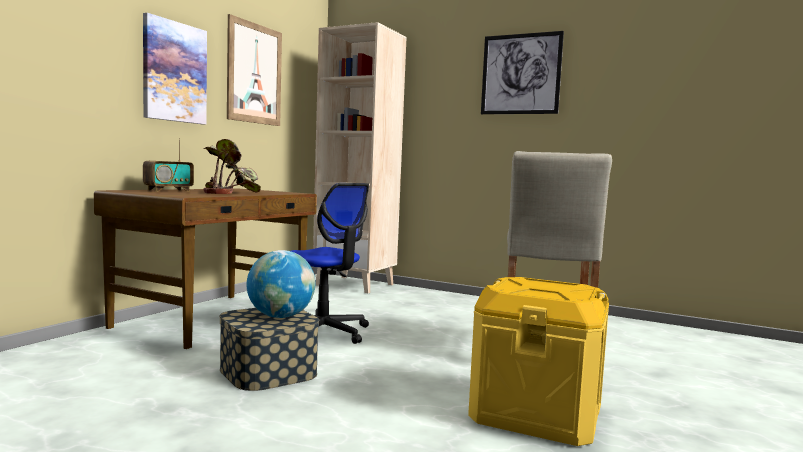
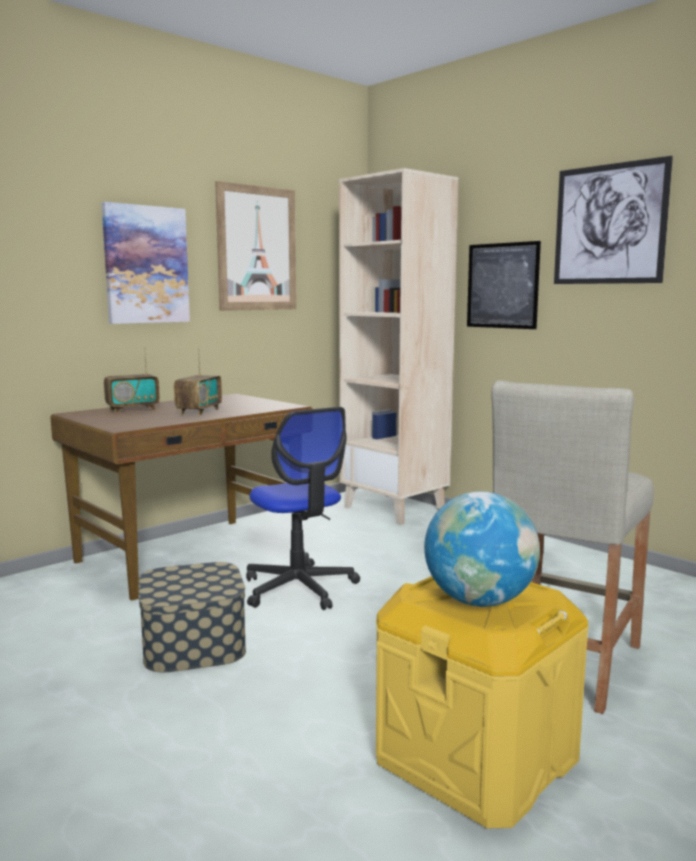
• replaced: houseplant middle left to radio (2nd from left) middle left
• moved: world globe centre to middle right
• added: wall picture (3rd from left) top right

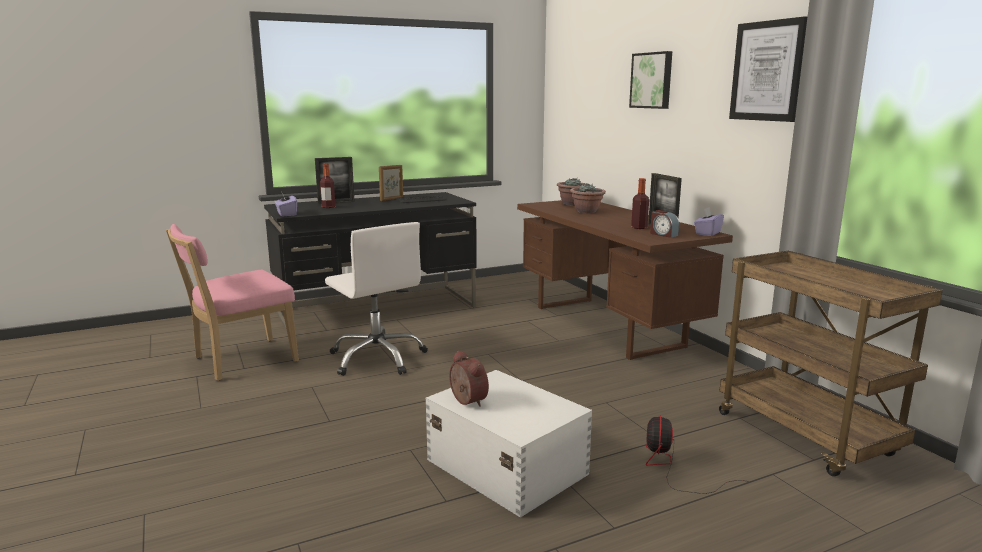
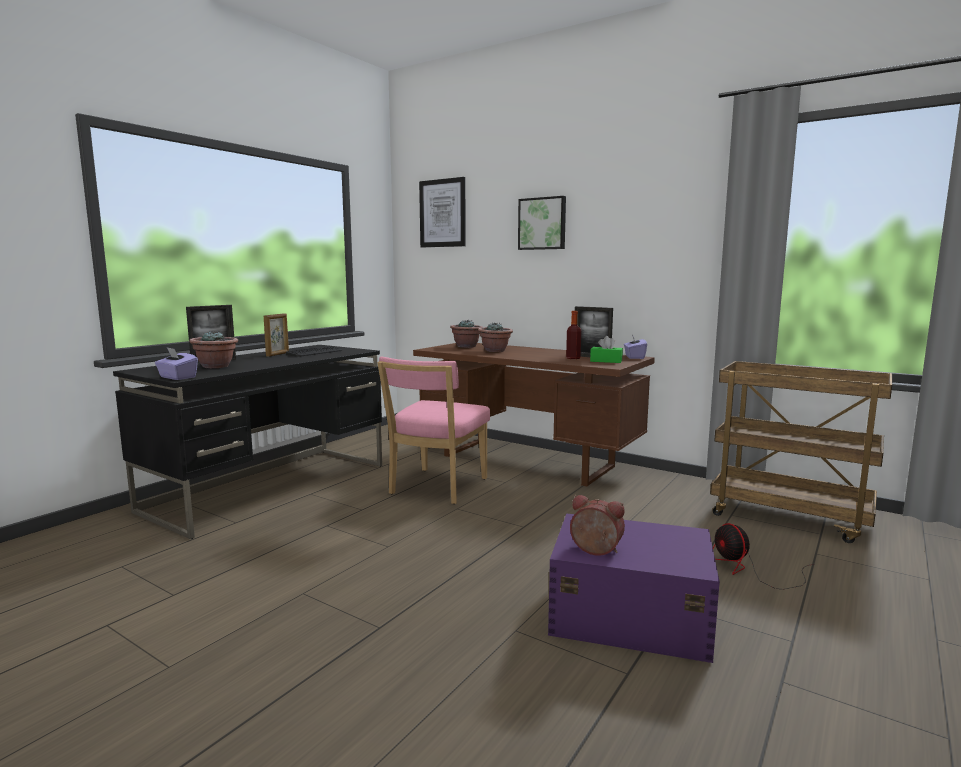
• moved: wall picture (2nd from left in the first image) top right to wall picture (1st from left) top centre
• replaced: drink bottle (1st from left) middle left to houseplant (1st from left) middle left
• replaced: bedside clock (2nd from left) middle right to green-coloured box of tissues centre
• removed: white computer chair centre
• moved: pink-coloured upright chair middle left to centre
• recoloured: white storage box bottom centre to purplish storage box bottom centre

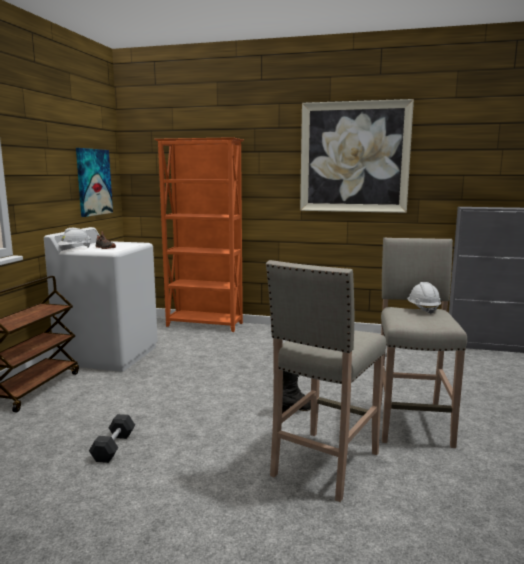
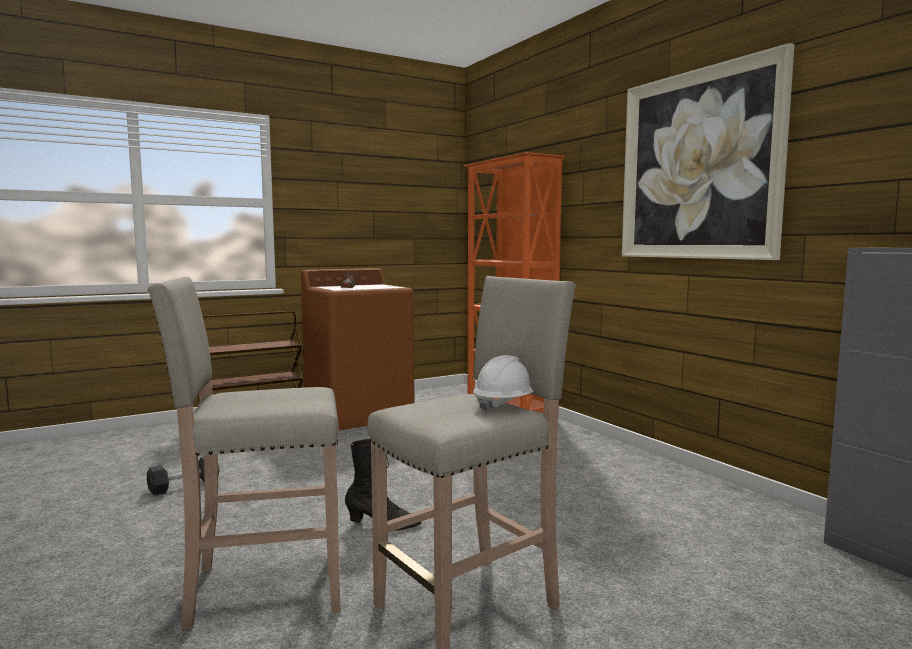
• removed: wall picture (1st from left) top left
• recoloured: white laundry appliance middle left to brown laundry appliance centre
• removed: white safety helmet (1st from left) middle left

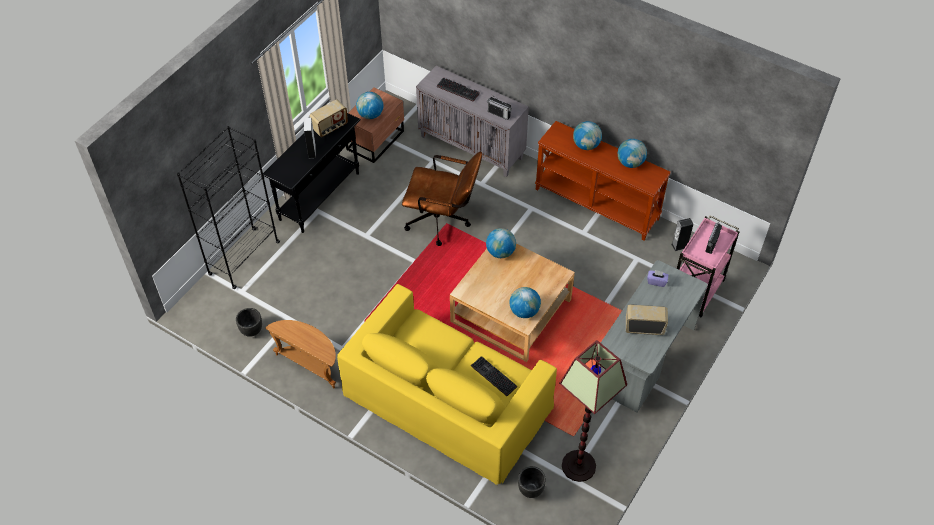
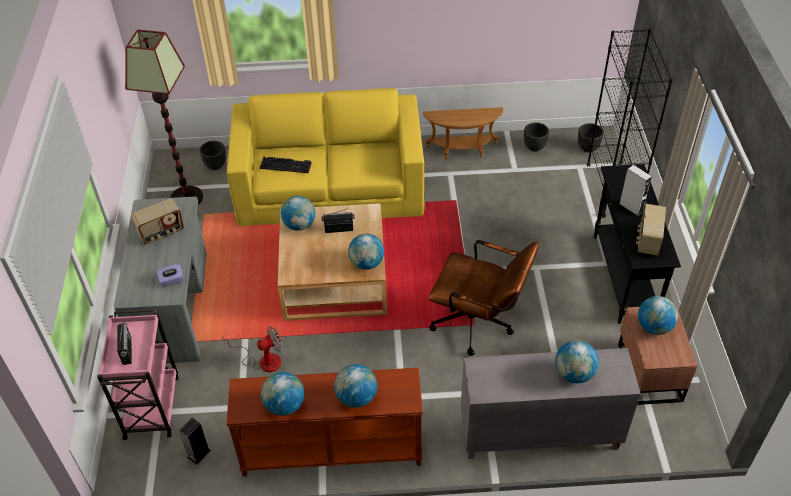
• replaced: keyboard (1st from left) top centre to world globe (5th from left) bottom right
• moved: radio (2nd from left in the first image) top centre to radio (3rd from left) centre
• turned: brown computer chair centre = centre 135 degrees counterclockwise
• added: black flower pot (3rd from left) top right
• added: cooling fan bottom left

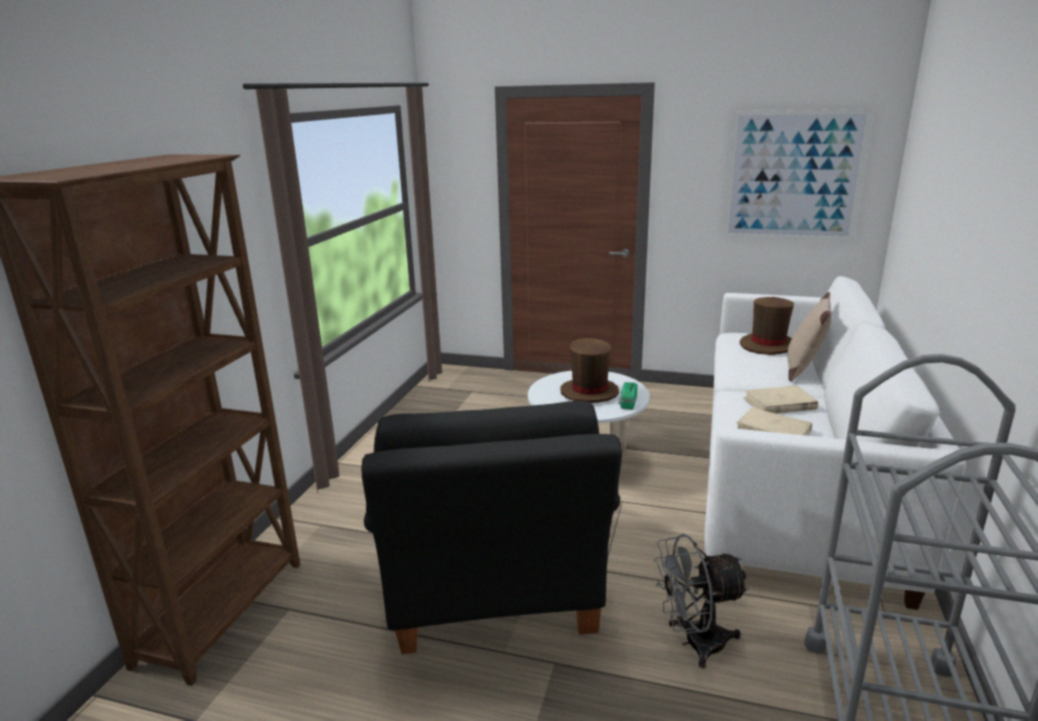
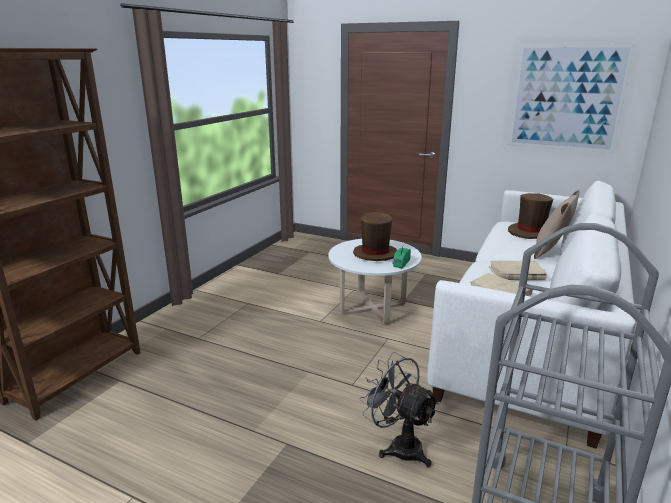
• removed: black armchair bottom centre
• turned: gray cooling fan bottom right = bottom centre 45 degrees clockwise

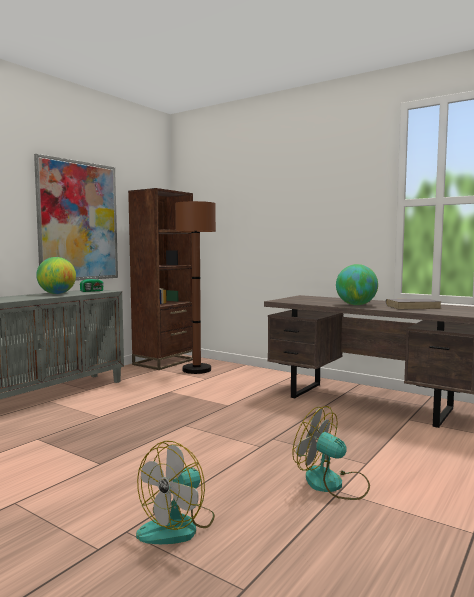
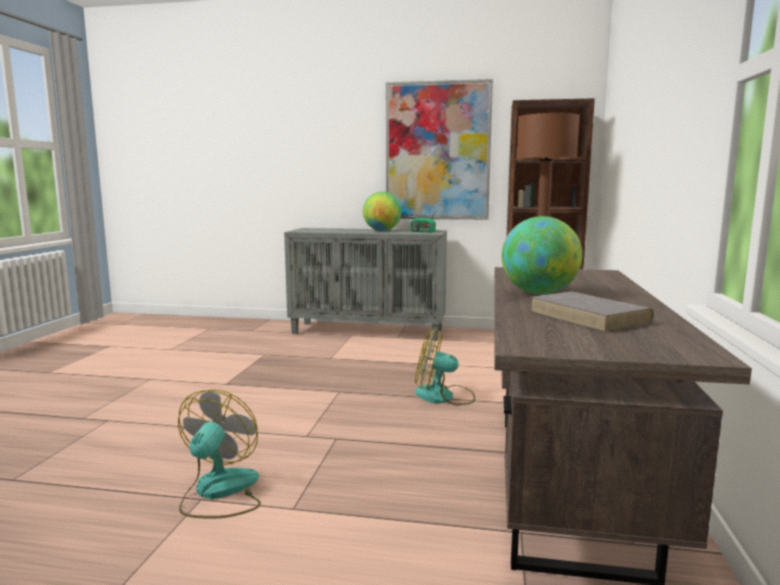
• moved: cooling fan (1st from left in the first image) bottom centre to cooling fan (2nd from left) centre

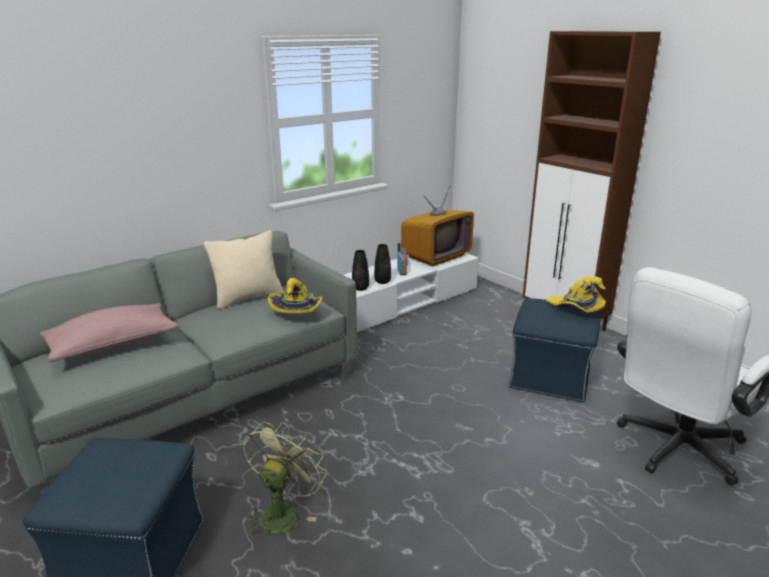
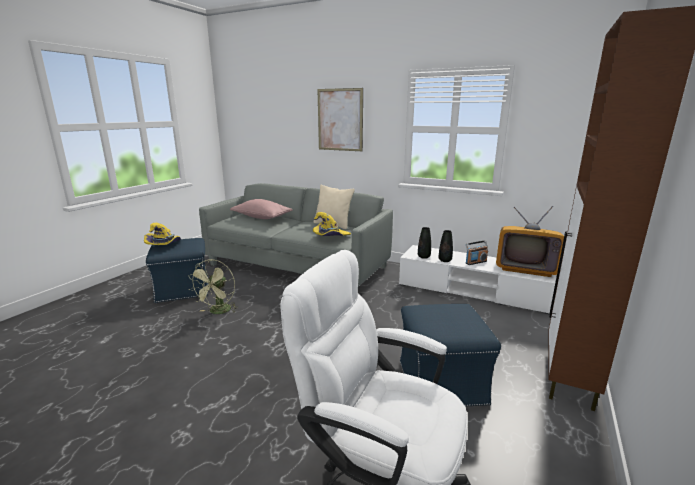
• moved: yellow hat (2nd from left in the first image) middle right to yellow hat (1st from left) middle left
• turned: green-coloured cooling fan bottom centre = middle left 105 degrees clockwise
• added: wall picture top centre

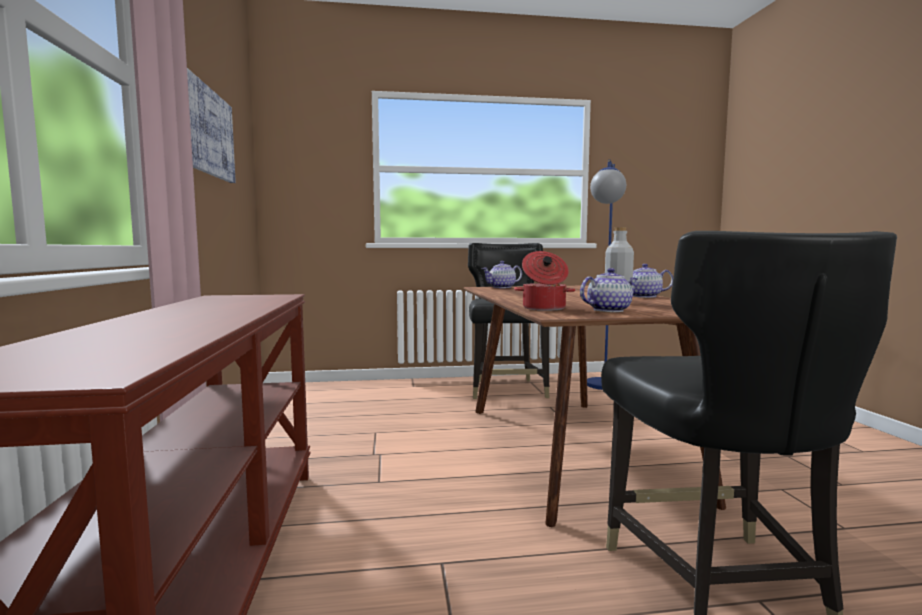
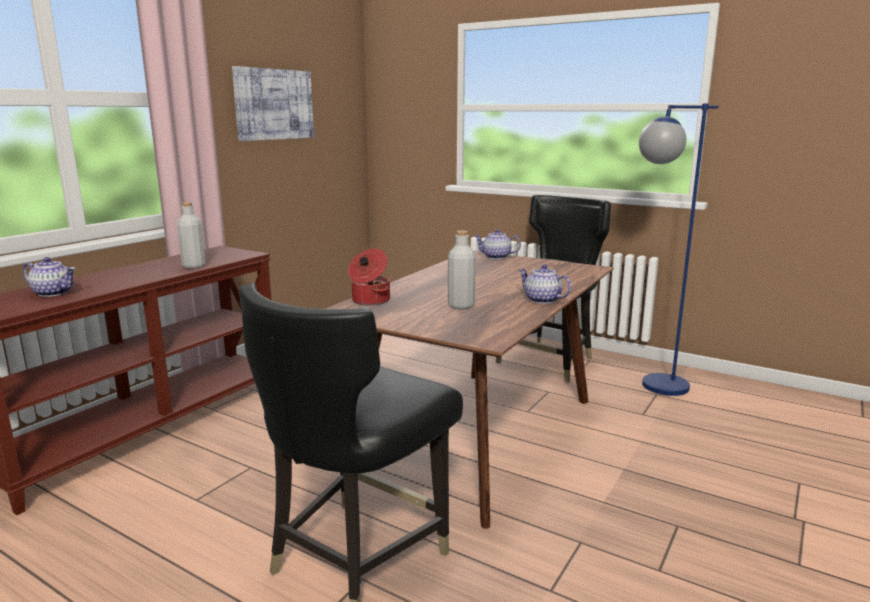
• moved: tea pot (2nd from left in the first image) centre to tea pot (1st from left) middle left
• added: gray drink bottle (1st from left) middle left

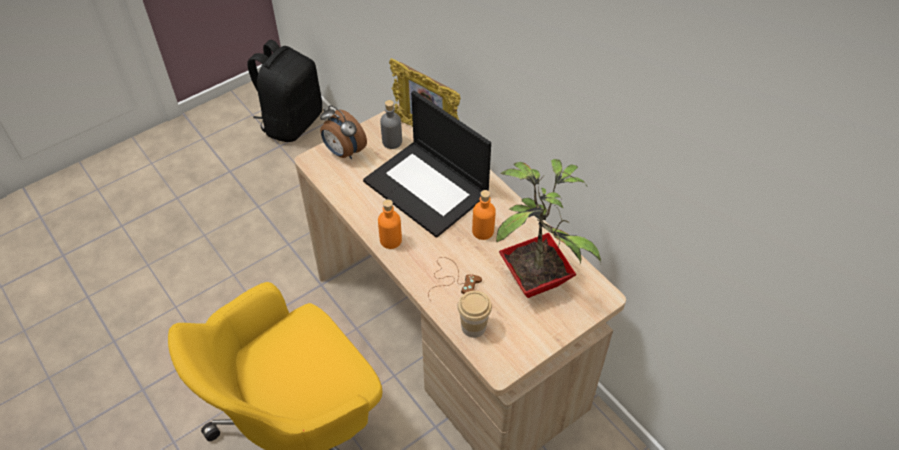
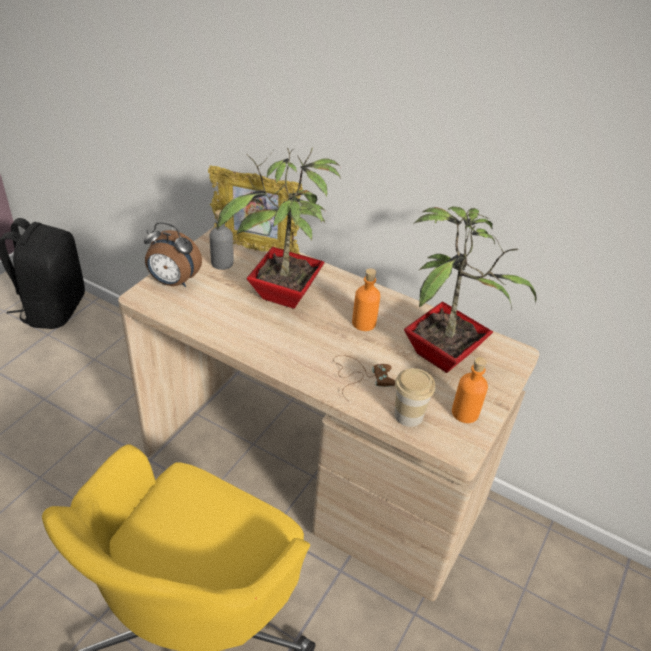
• replaced: portable computer centre to houseplant (1st from left) centre
• moved: orange drink bottle (1st from left in the first image) centre to orange drink bottle (2nd from left) middle right

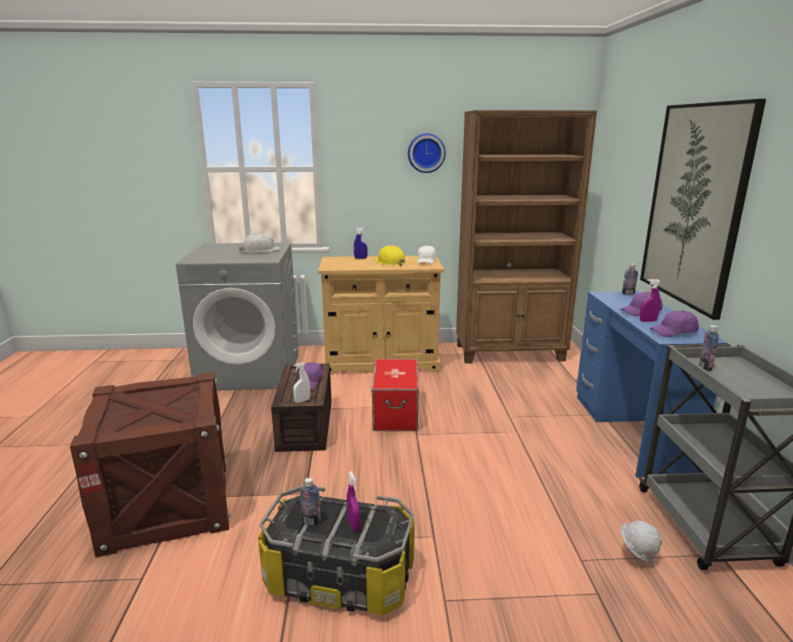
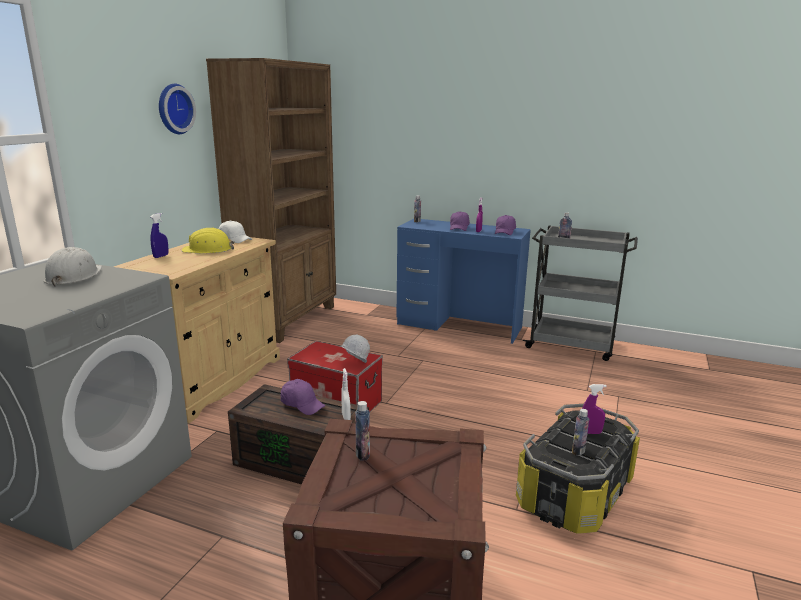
• removed: wall picture top right
• moved: white safety helmet (2nd from left) bottom right to centre
• added: drink bottle (1st from left) bottom centre

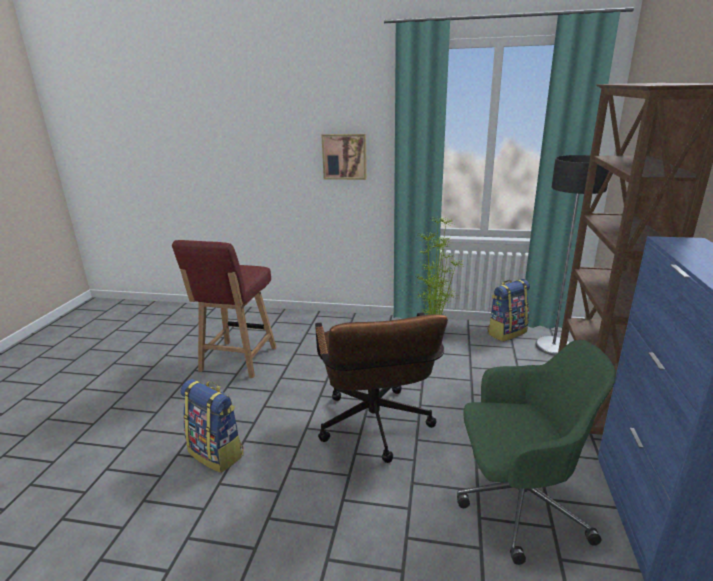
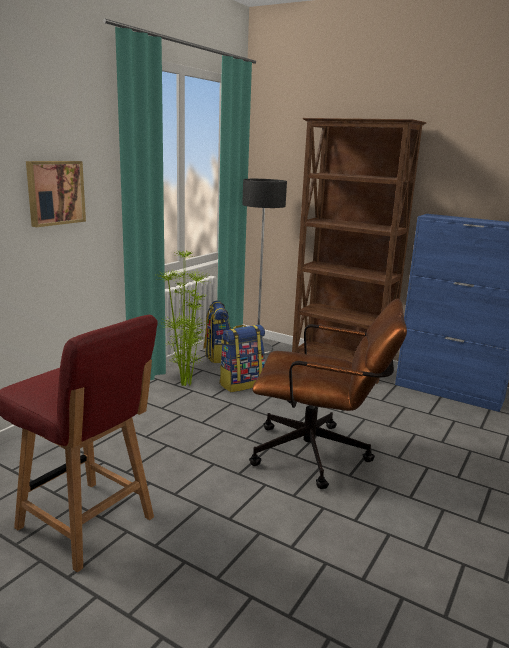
• removed: green-coloured computer chair bottom right
• moved: knapsack (1st from left in the first image) bottom left to knapsack (2nd from left) centre

